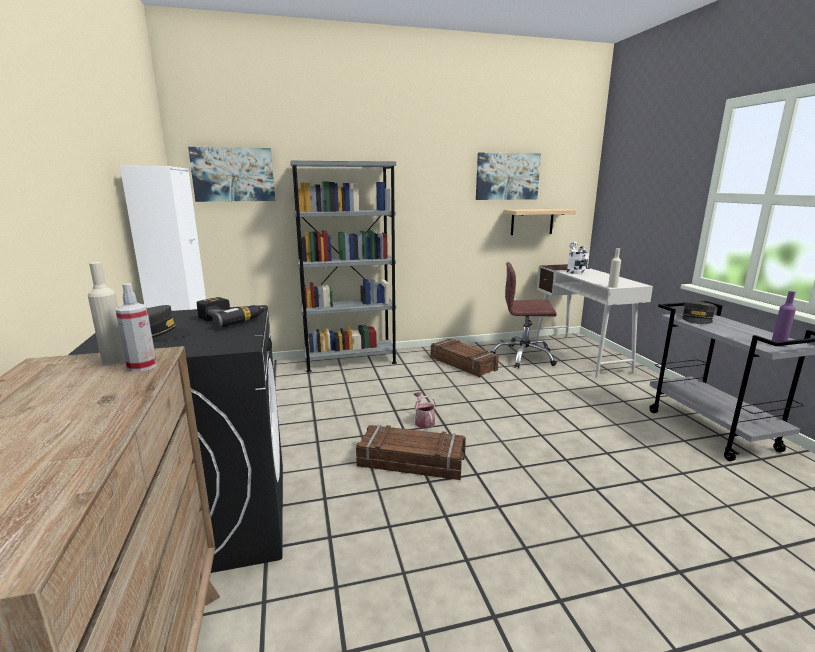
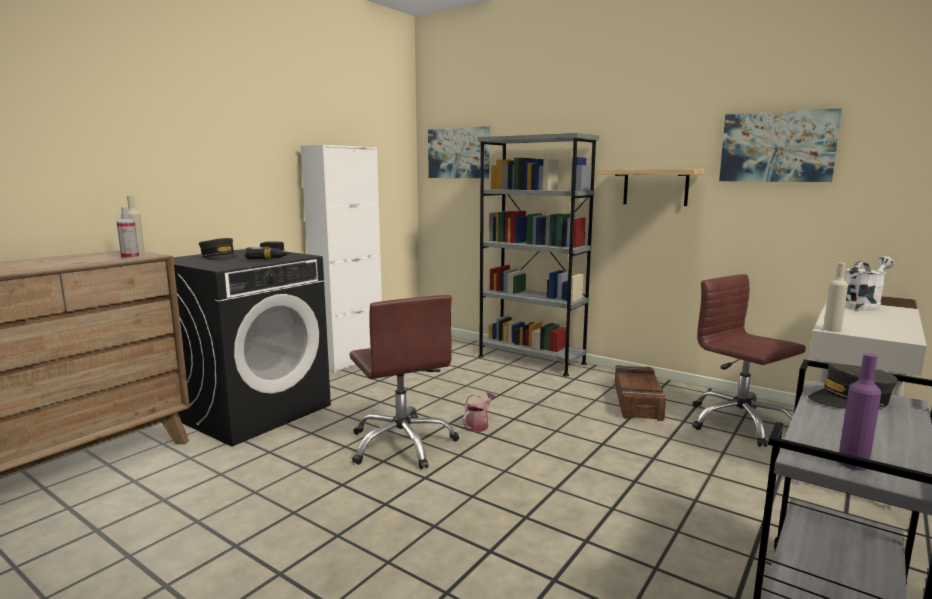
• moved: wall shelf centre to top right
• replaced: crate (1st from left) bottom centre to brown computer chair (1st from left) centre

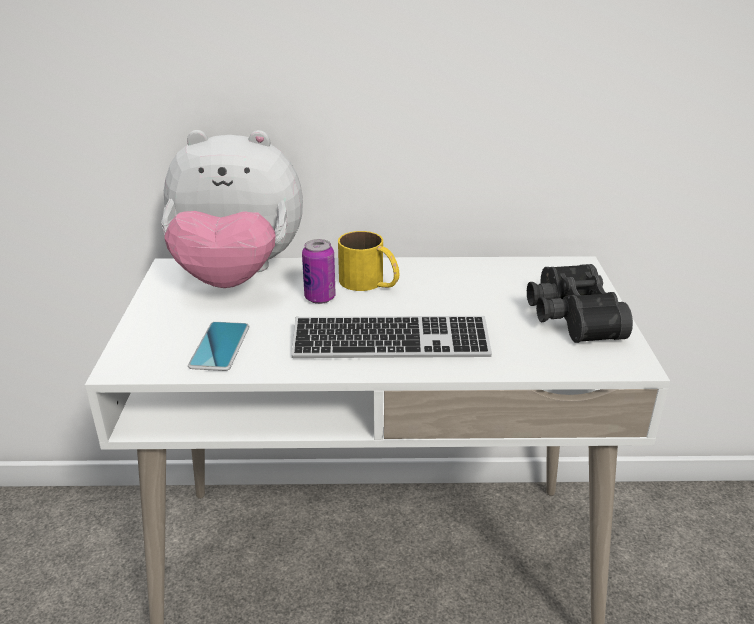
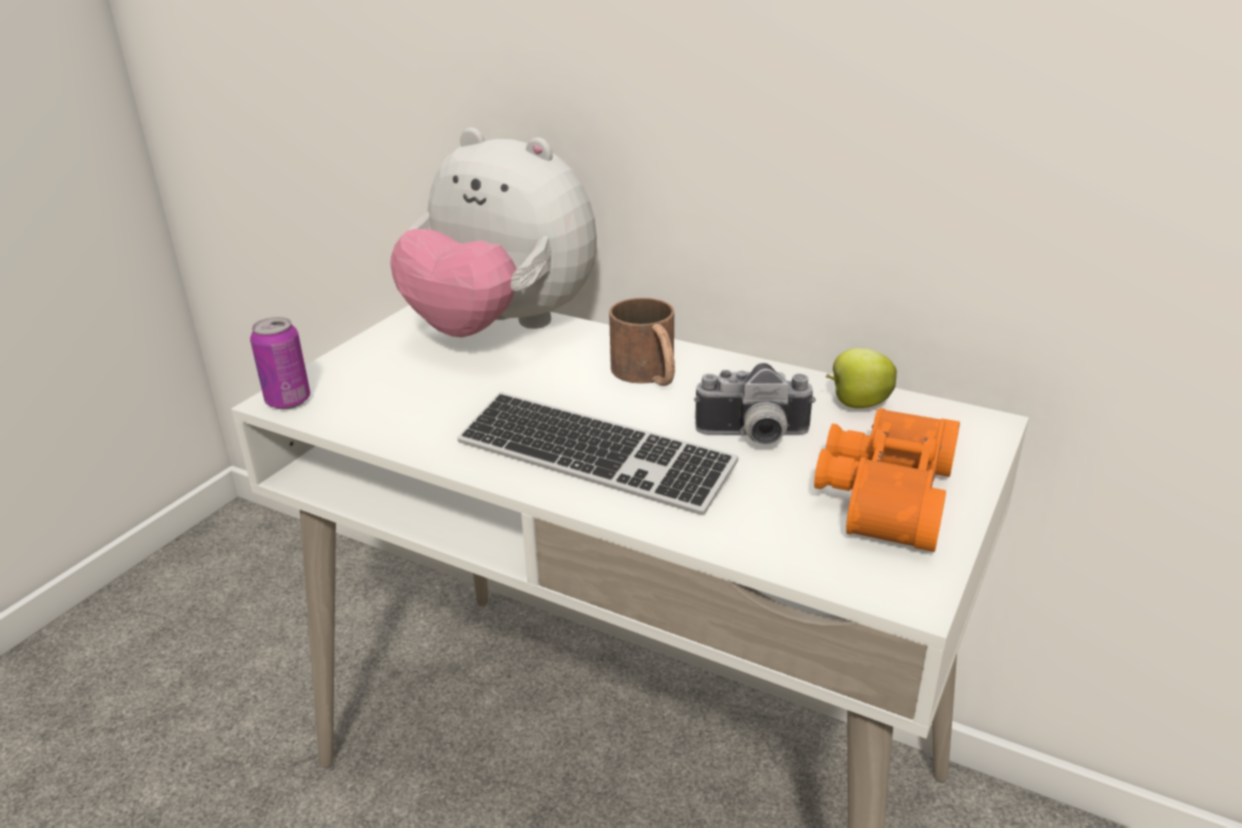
• recoloured: yellow tea mug centre to brown tea mug centre
• moved: metal can centre to middle left
• recoloured: black field glasses middle right to orange field glasses middle right
• removed: telephone middle left
• added: apple fruit middle right
• added: still camera centre

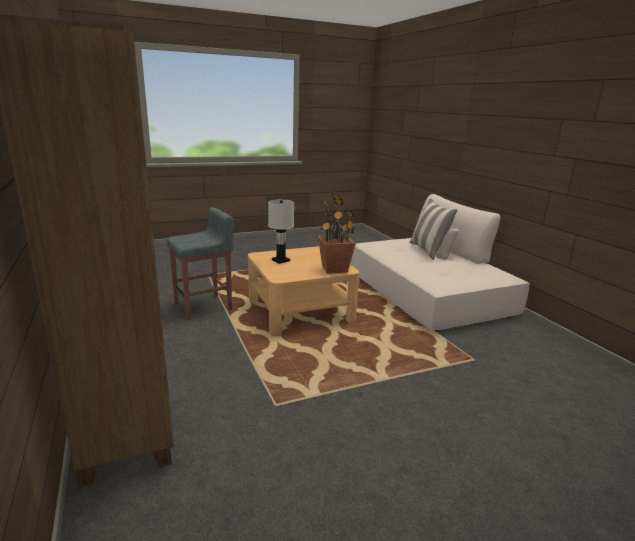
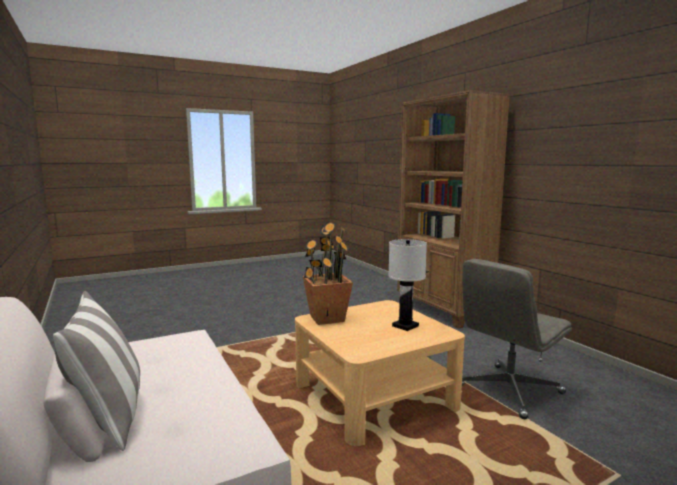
• replaced: gray sitting stool middle left to gray computer chair bottom right

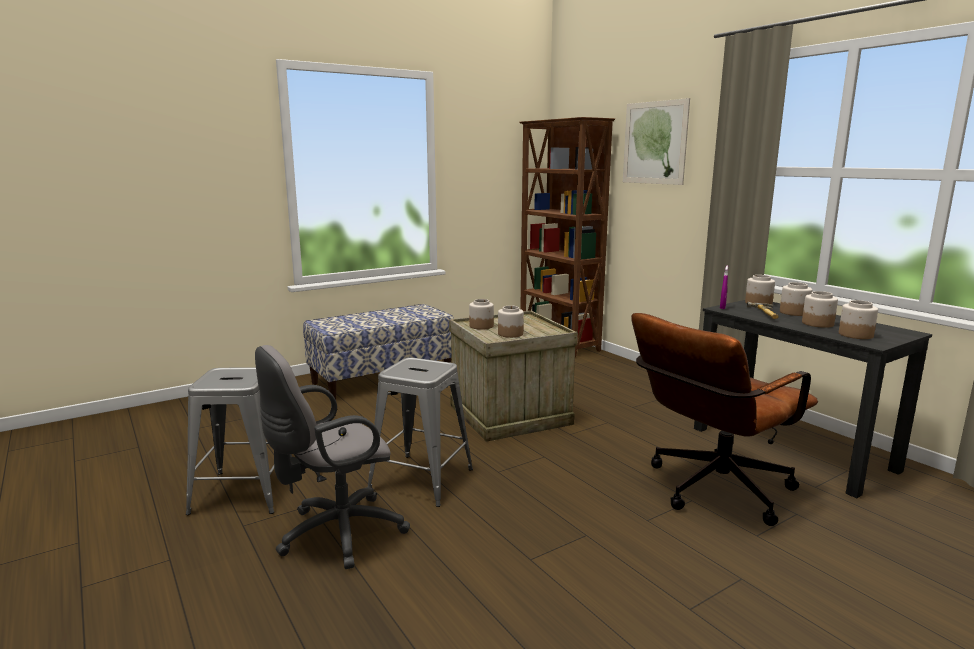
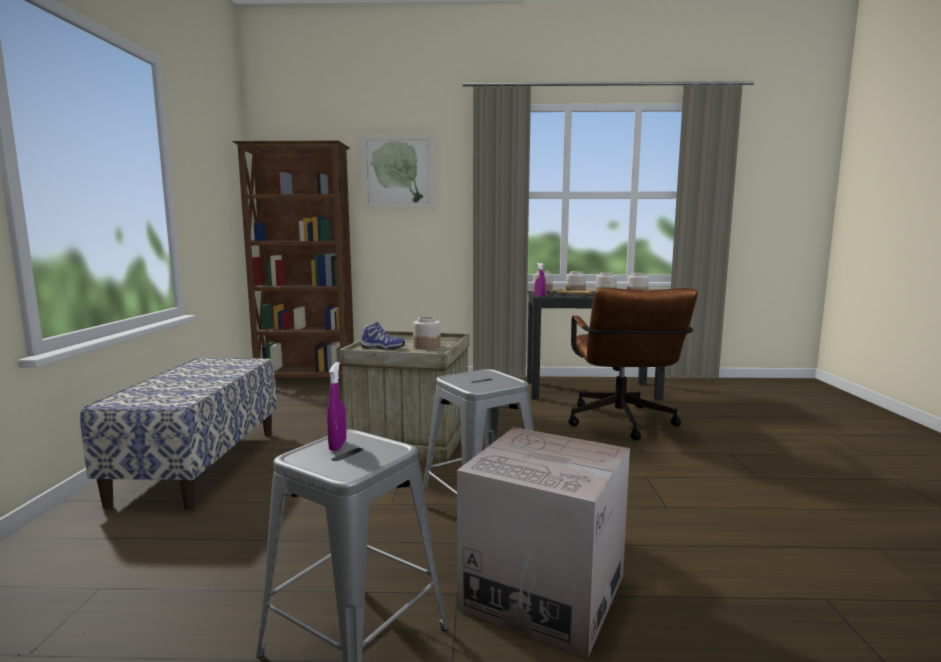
• replaced: preserve jar (1st from left) centre to shoe centre
• replaced: gray computer chair bottom centre to cardboard box bottom centre
• added: purplish hand sprayer (1st from left) centre

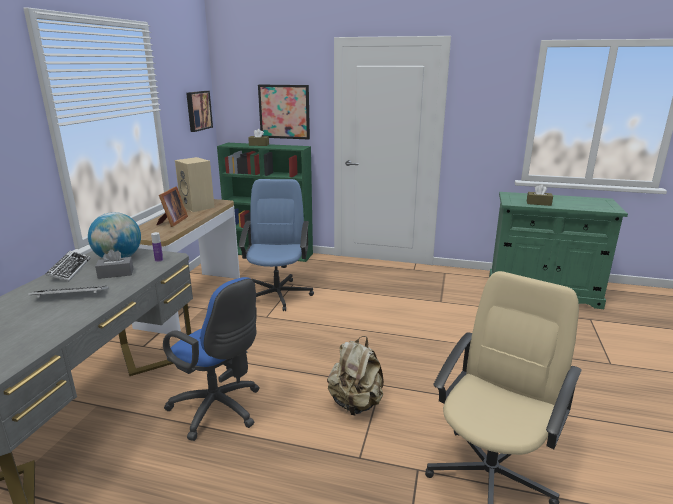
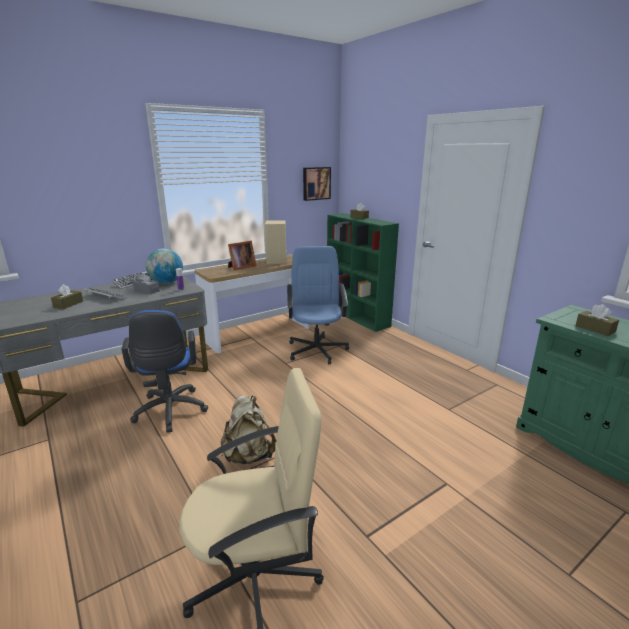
• removed: wall picture (2nd from left) top centre
• turned: blue-coloured computer chair (2nd from left) centre = centre 45 degrees counterclockwise
• added: brown box of tissues (1st from left) middle left

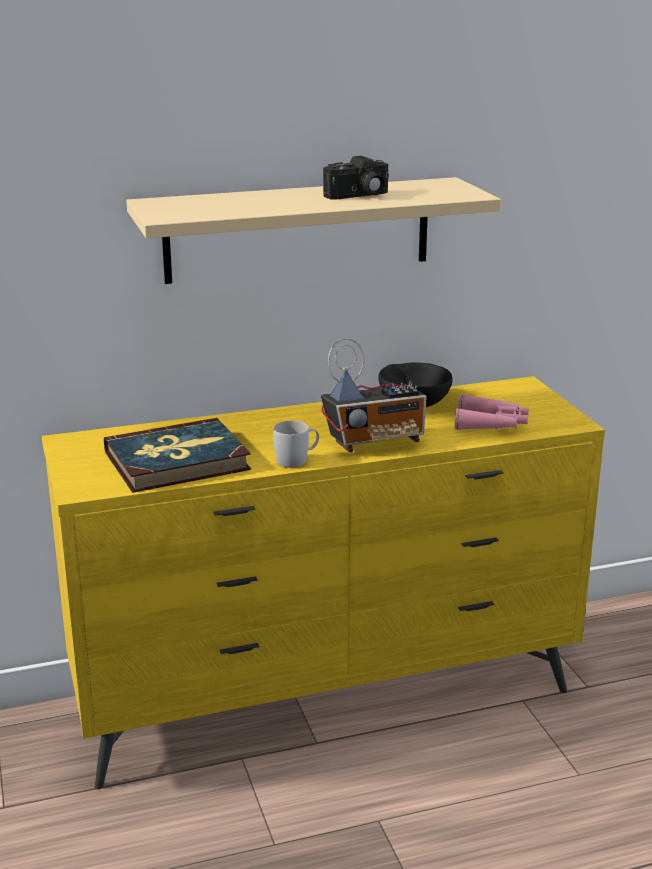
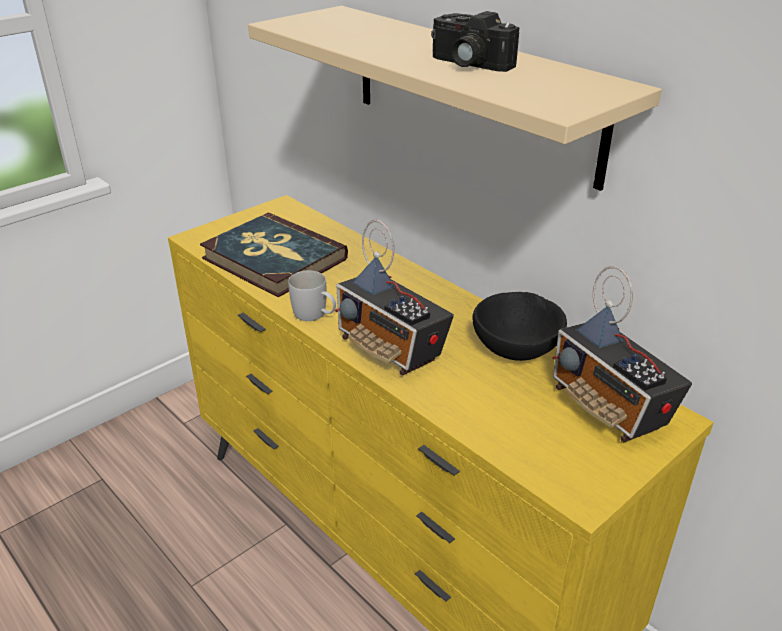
• removed: pink-coloured field glasses middle right
• added: radio (2nd from left) middle right

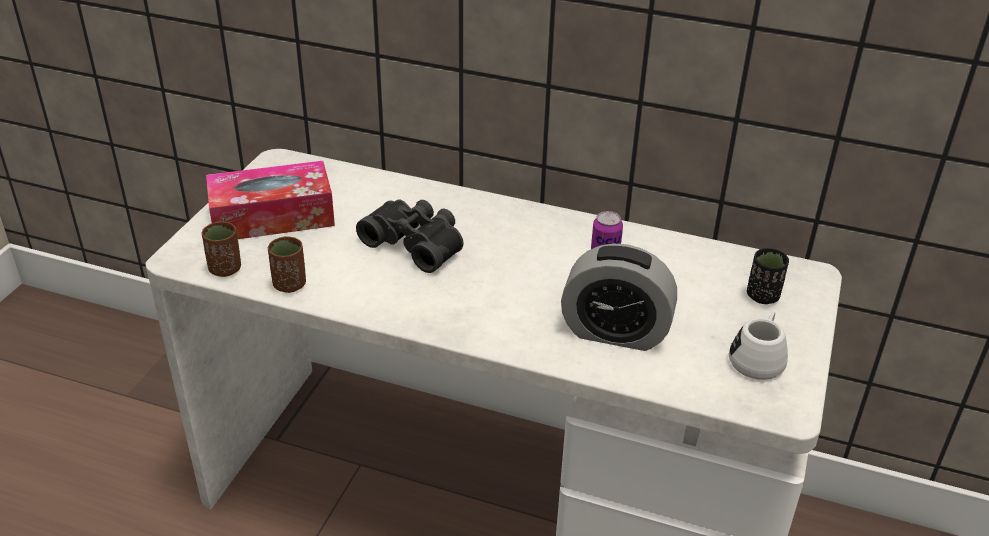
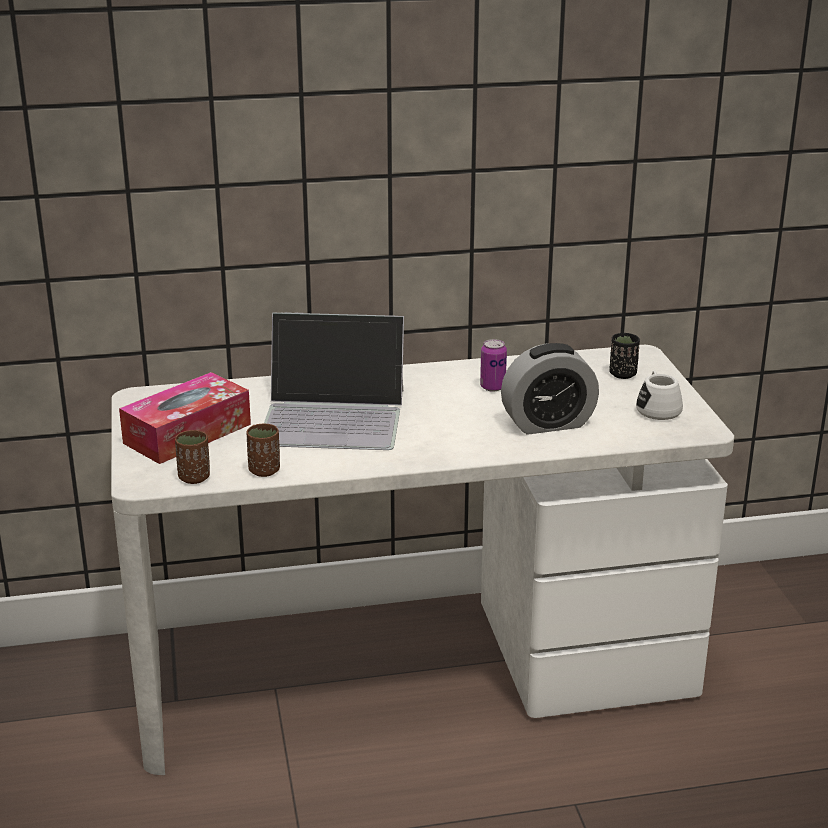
• replaced: black field glasses centre to portable computer centre

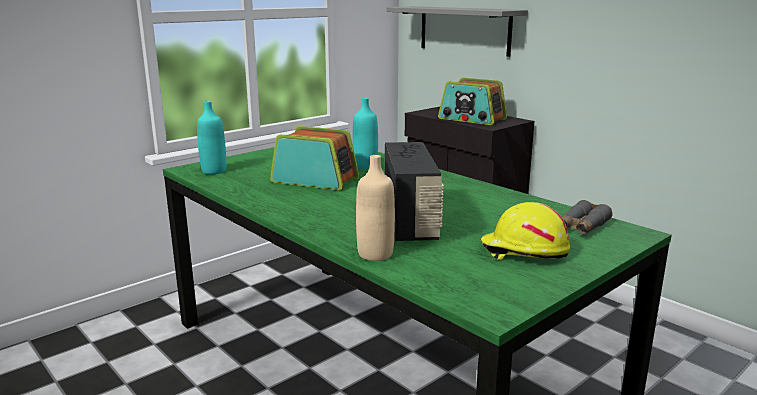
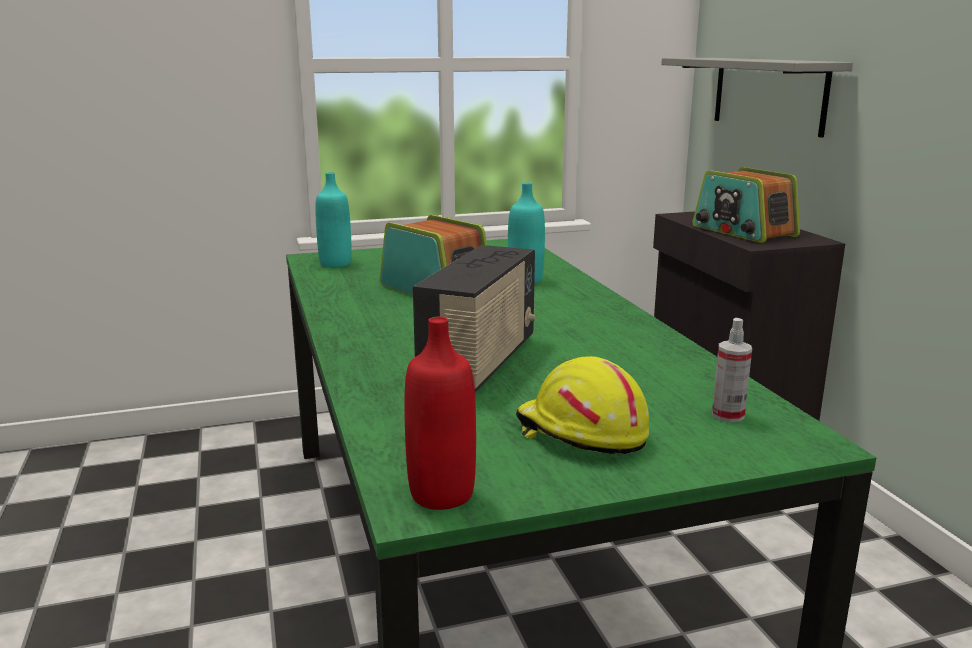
• removed: beige-coloured drink bottle centre
• replaced: gray field glasses middle right to hand sprayer middle right
• added: reddish drink bottle centre

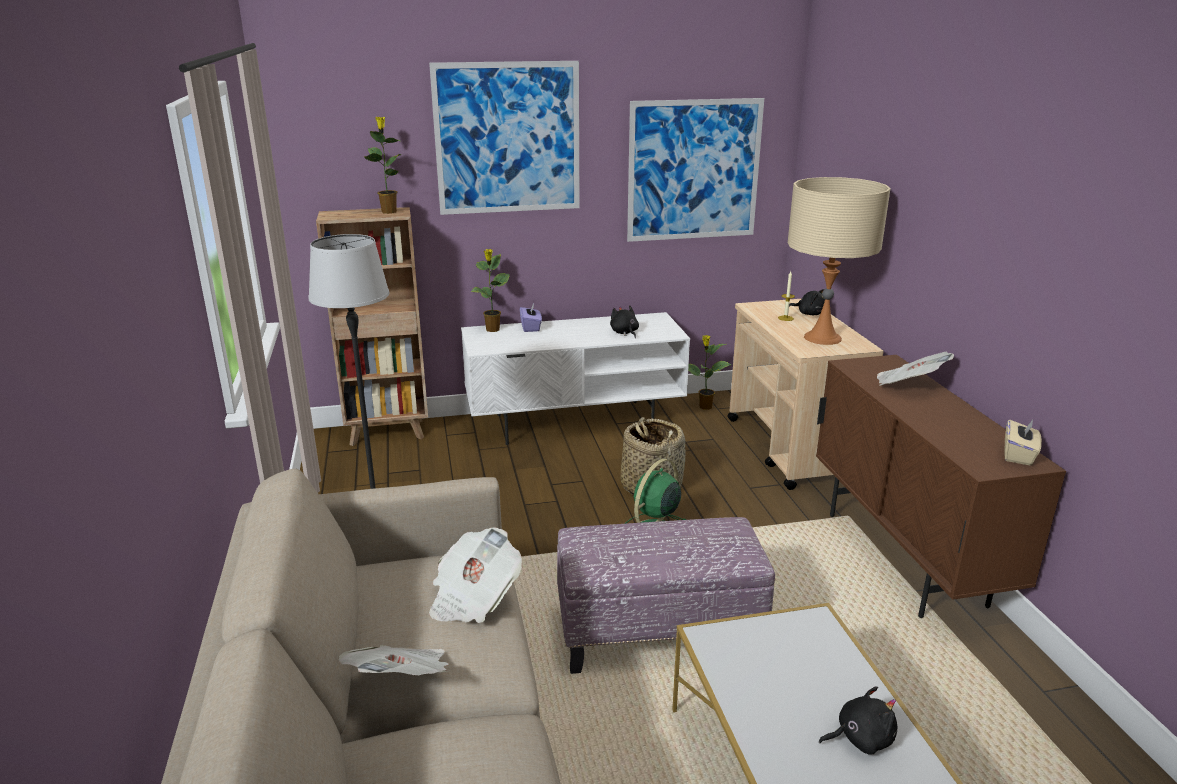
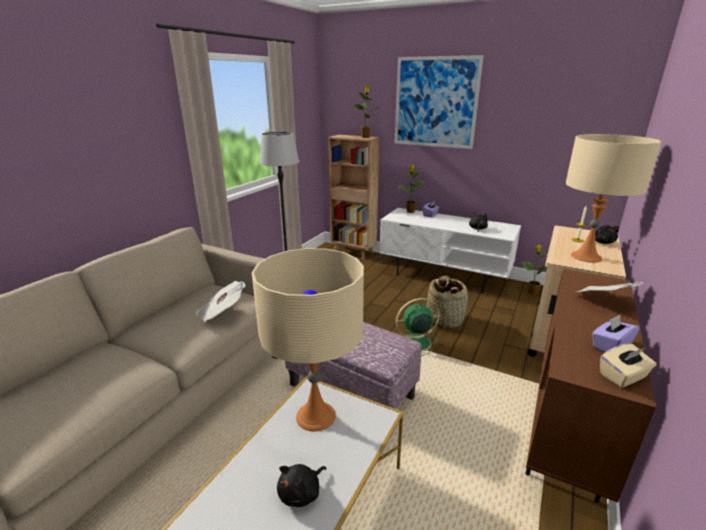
• removed: wall picture (2nd from left) top centre
• removed: newspaper (1st from left) bottom centre
• turned: black cuddly toy (3rd from left in the first image) bottom right = bottom centre 105 degrees clockwise
• added: beige-coloured table lamp (1st from left) centre
• added: purplish box of tissues (2nd from left) middle right

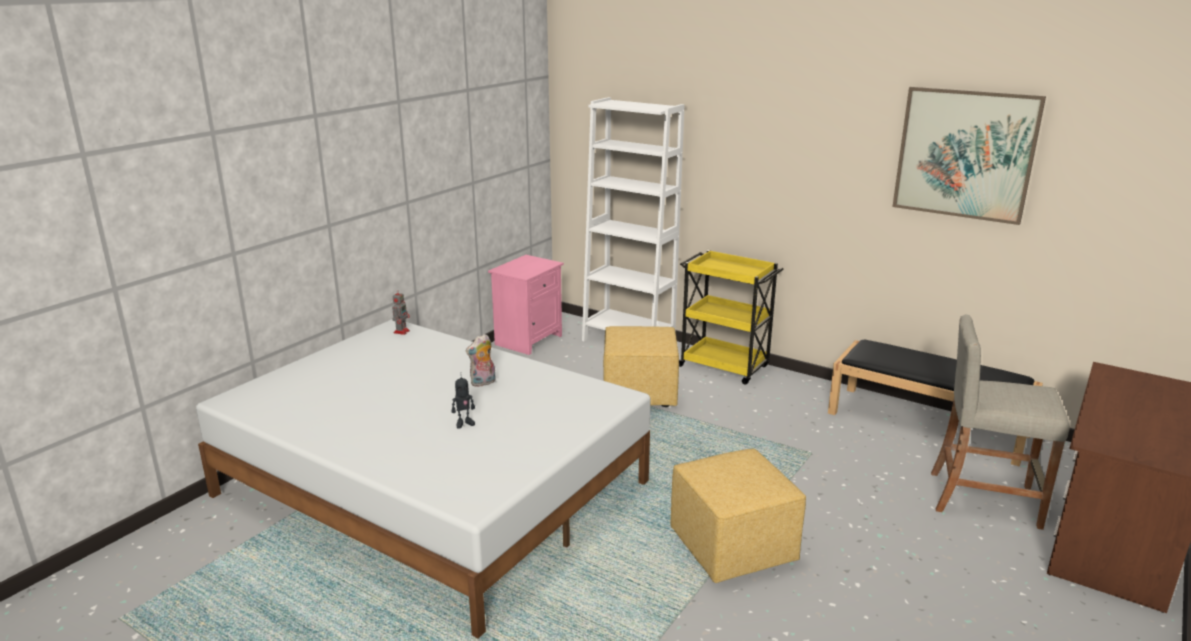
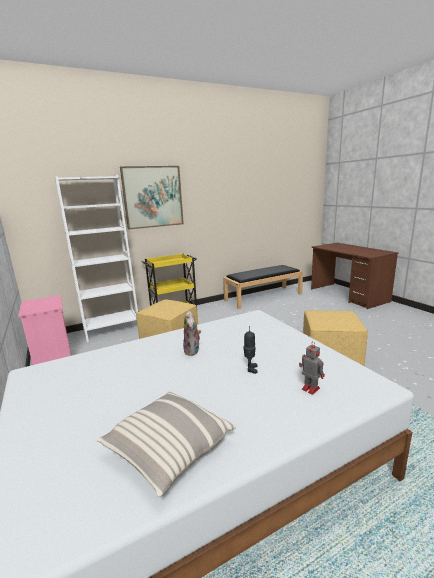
• moved: wall picture top right to centre
• moved: model robot (1st from left in the first image) centre to model robot (2nd from left) middle right
• removed: beige-coloured sitting stool middle right
• added: throw pillow bottom centre

